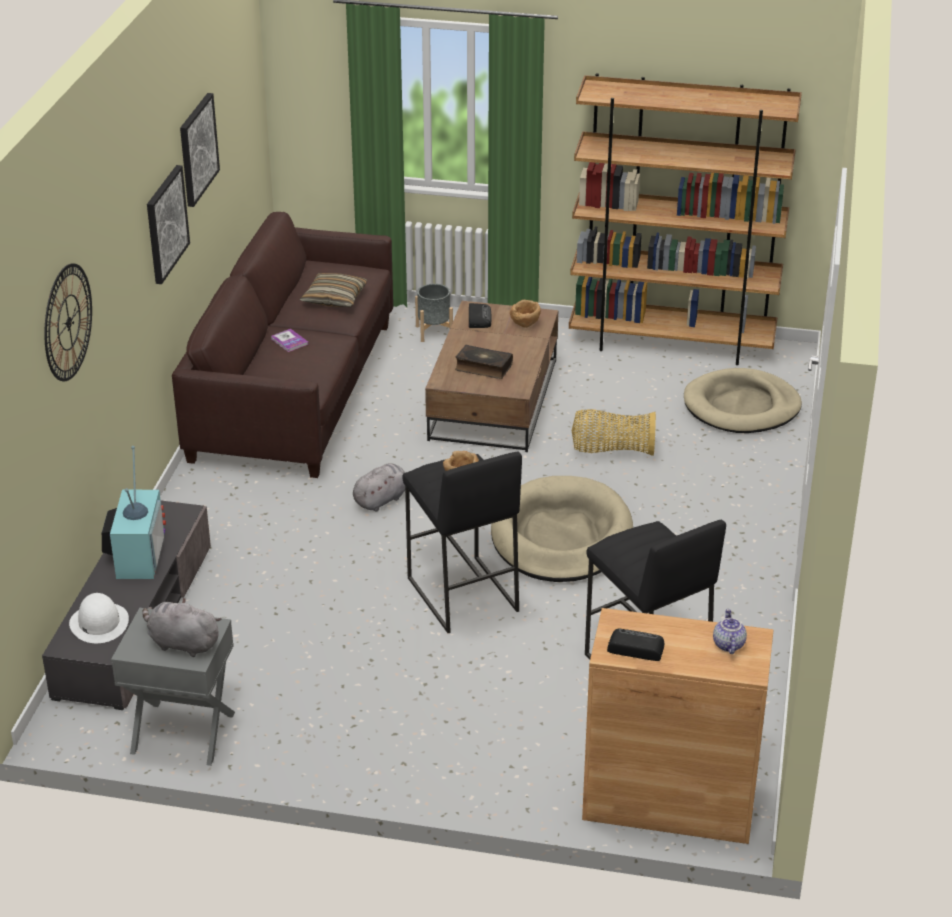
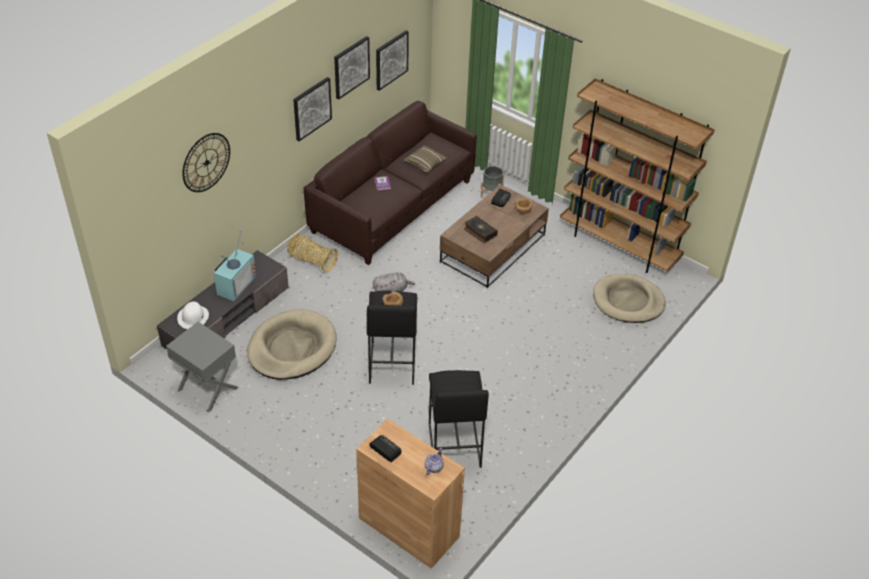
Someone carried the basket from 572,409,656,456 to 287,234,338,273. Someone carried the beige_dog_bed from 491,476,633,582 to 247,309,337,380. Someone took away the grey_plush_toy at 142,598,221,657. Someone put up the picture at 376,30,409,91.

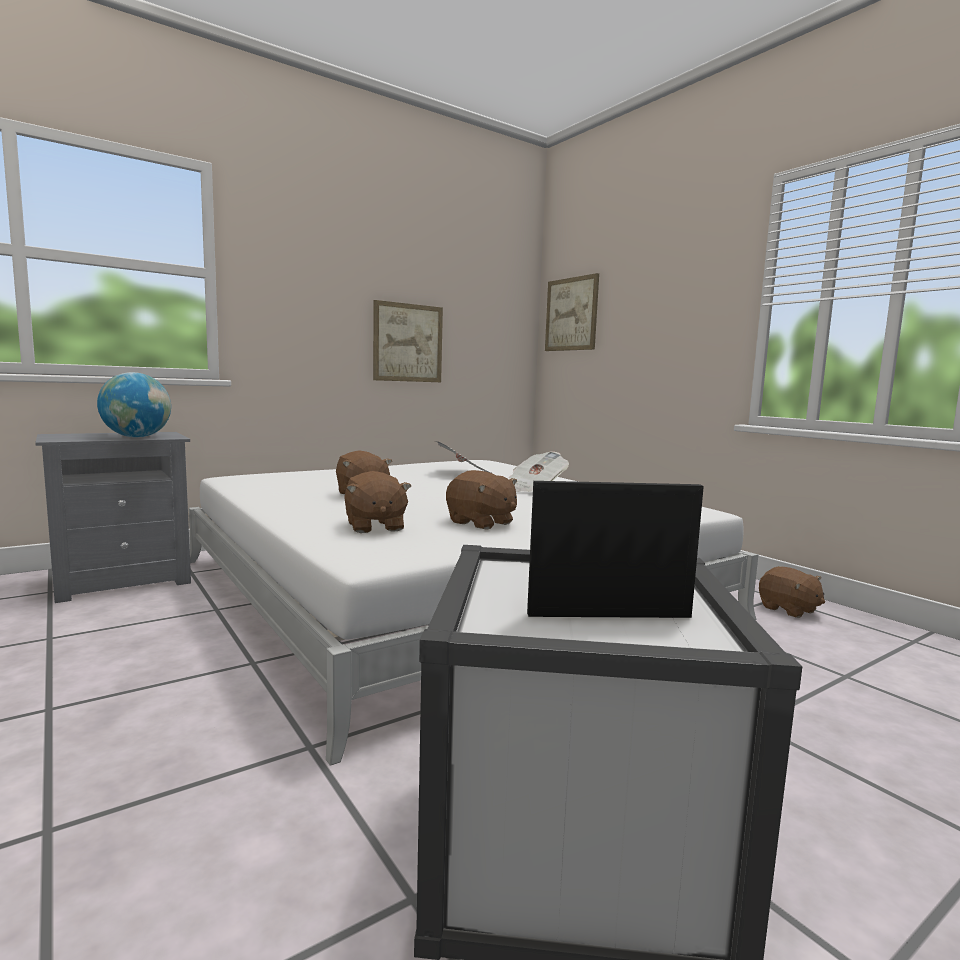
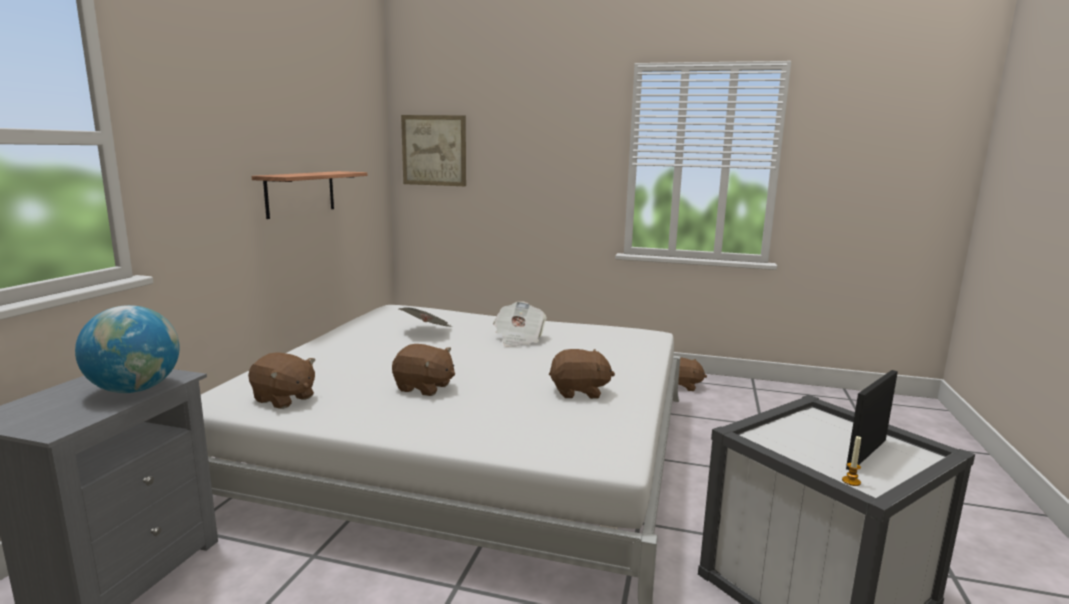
Someone swapped the picture at 373,300,443,382 for the shelf at 252,171,367,219. Someone carried the brown_plush_toy from 344,471,411,533 to 248,352,315,409. Someone put down the candle at 842,436,861,486.

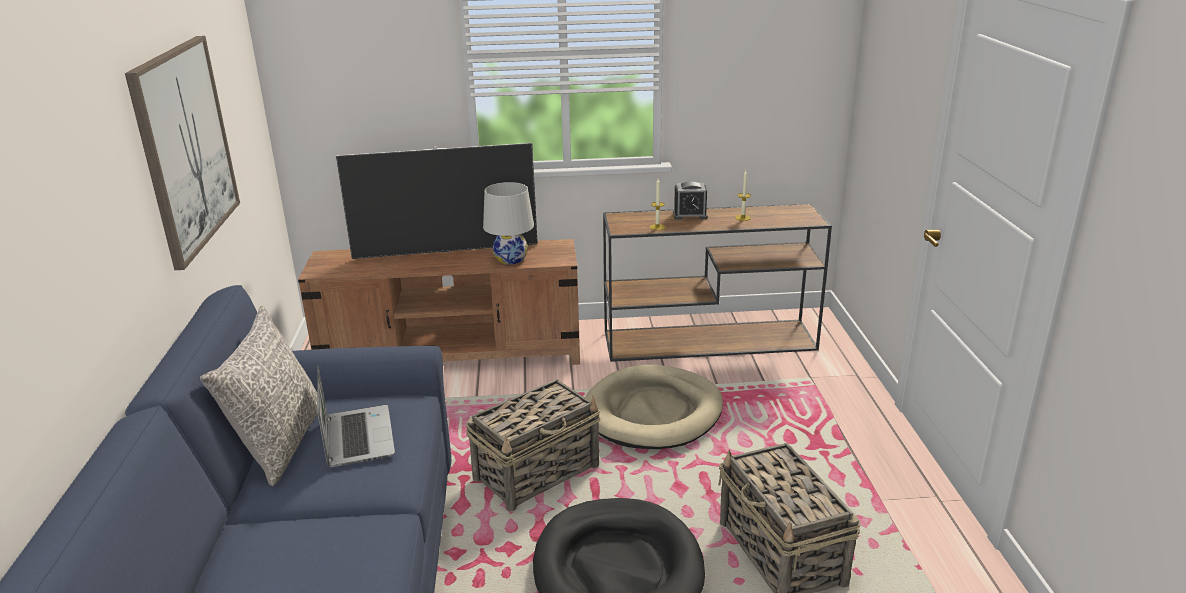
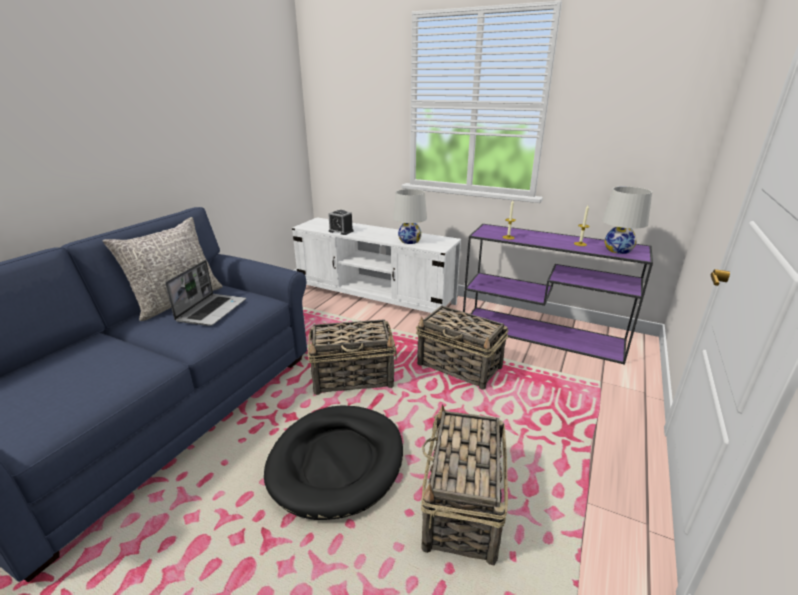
Someone took away the picture at 125,36,240,270. Someone took away the television at 336,143,538,259. Someone carried the alarm_clock from 673,182,708,220 to 328,210,354,235. Someone repainted the brown_console_table at 603,203,832,362, which became the purple_console_table at 463,224,653,365. Someone repainted the brown_tv_stand at 298,239,580,365, which became the white_tv_stand at 292,218,461,313. Someone swapped the beige_dog_bed at 585,365,723,449 for the basket at 416,306,509,390. Someone put down the white_table_lamp at 602,186,652,254.

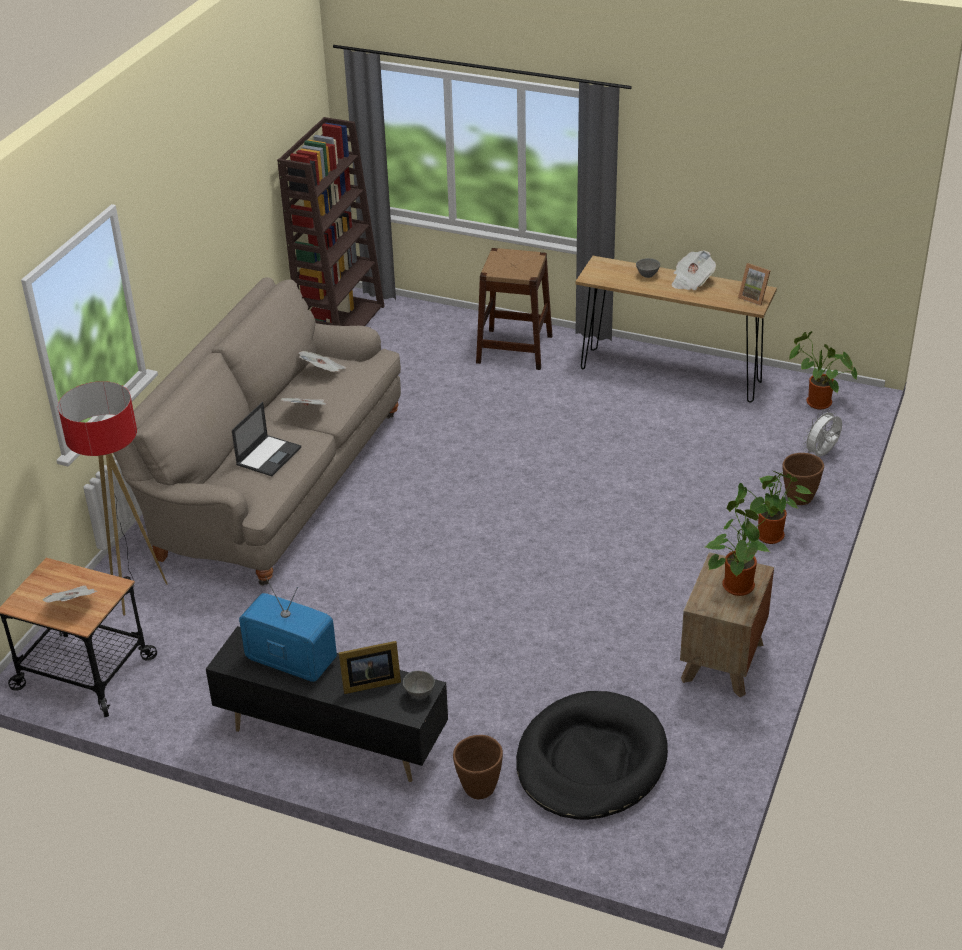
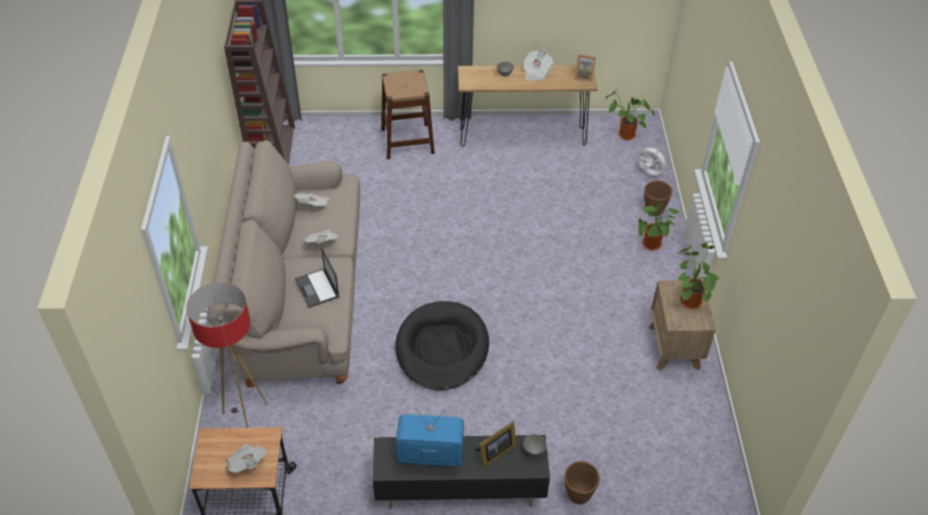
Someone rotated the laptop at 232,402,301,476 by 150 degrees clockwise. Someone rotated the white_fan at 803,409,842,456 by 105 degrees clockwise. Someone carried the black_dog_bed from 516,691,668,820 to 395,301,489,390.

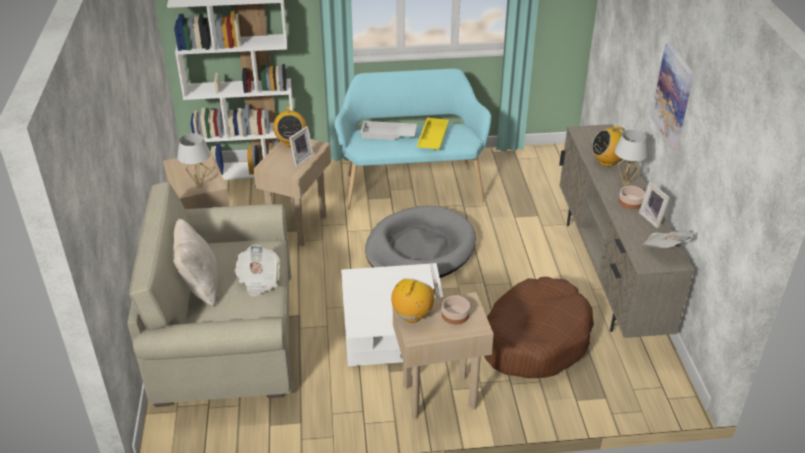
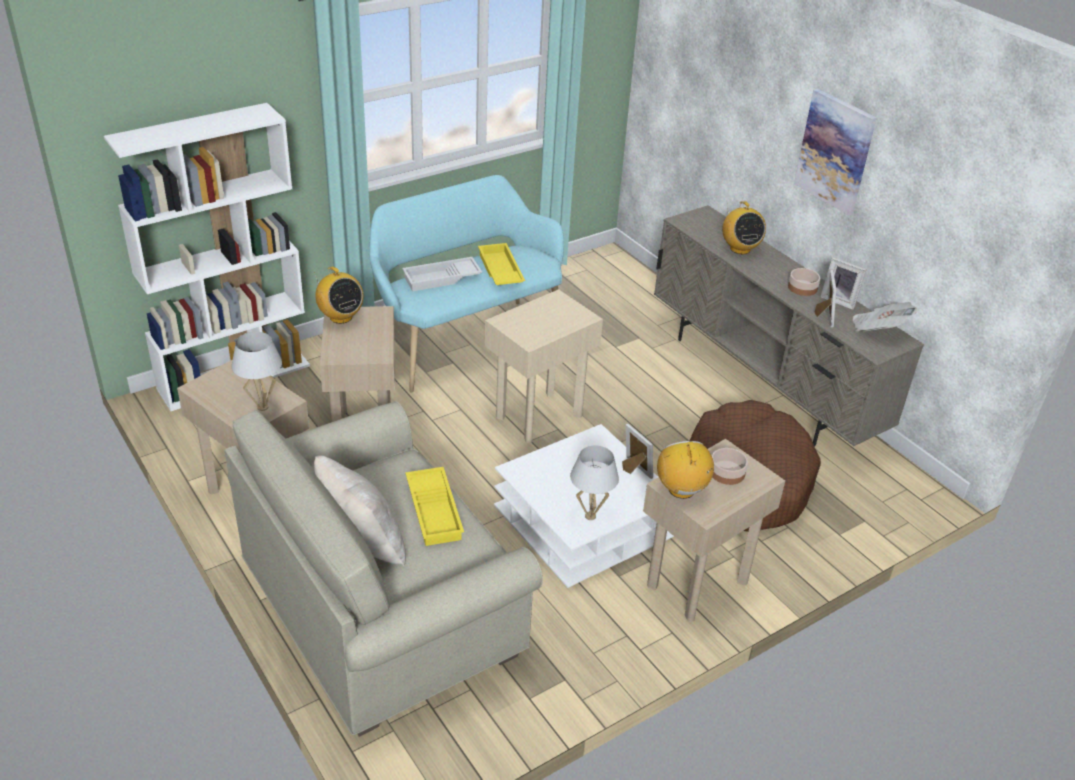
Someone carried the picture_frame from 289,126,314,167 to 814,270,836,328. Someone rotated the radio at 591,126,625,167 by 60 degrees counterclockwise. Someone carried the white_table_lamp from 614,130,649,185 to 570,445,619,520. Someone swapped the grey_dog_bed at 365,206,476,278 for the beige_side_table at 485,289,603,443. Someone swapped the newspaper at 235,244,280,297 for the yellow_tray at 405,467,464,546.

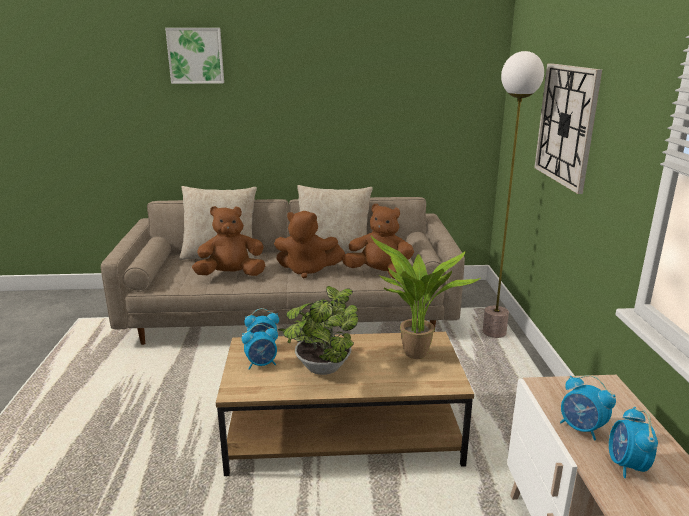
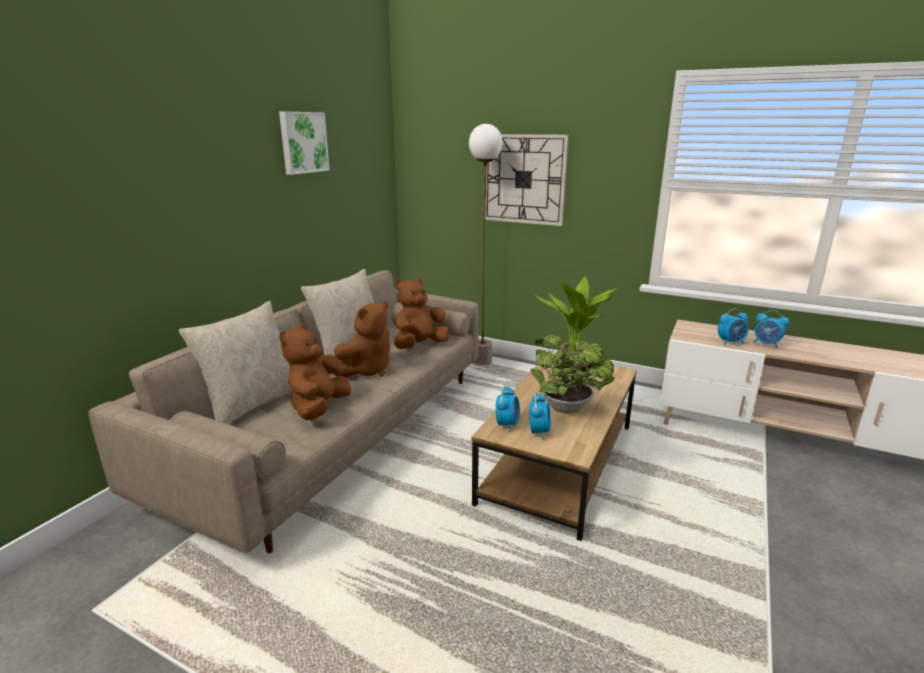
Someone carried the picture from 165,28,224,84 to 279,112,330,175.

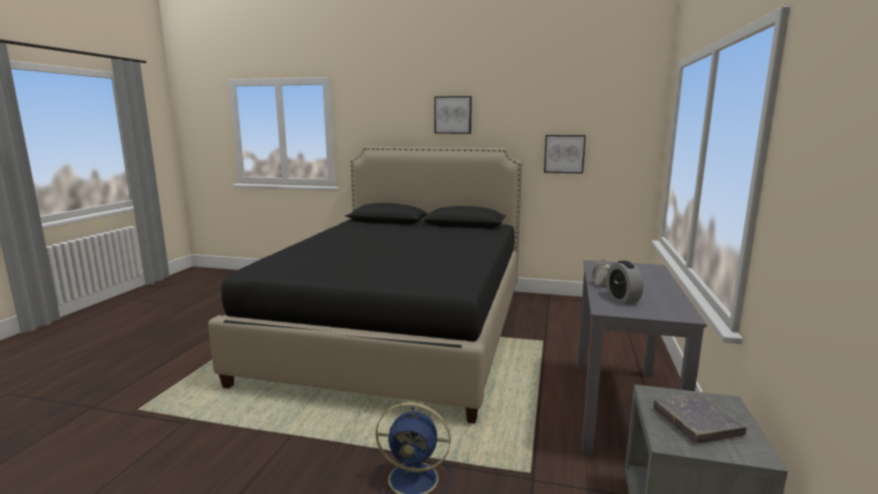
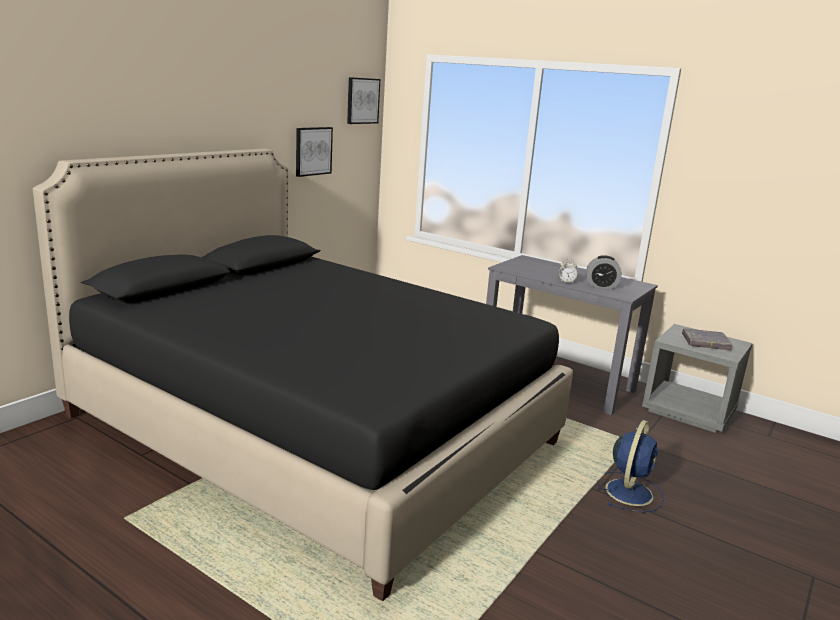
Someone carried the picture from 434,96,472,134 to 347,77,380,124.

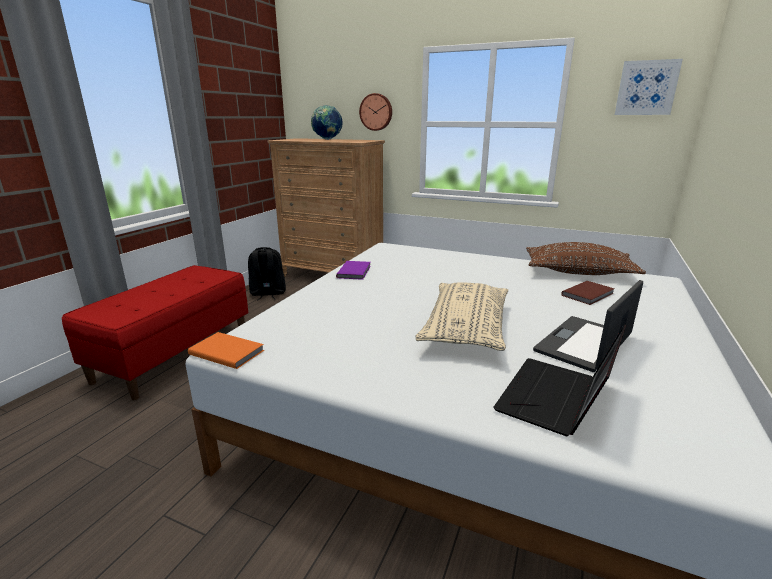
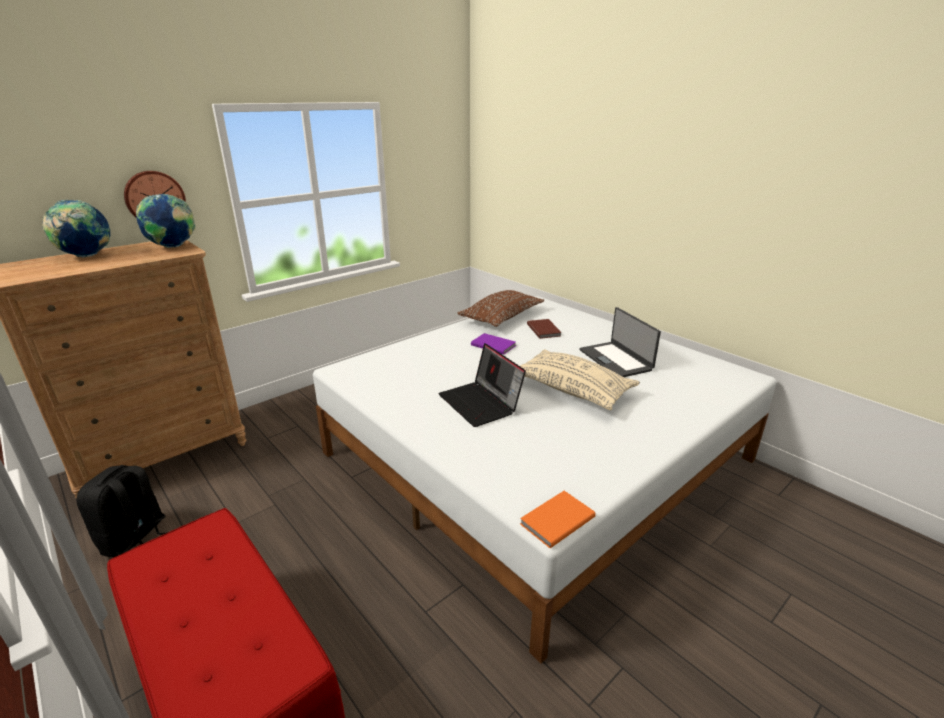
Someone took away the picture at 615,59,683,115. Someone carried the purple_book from 336,261,371,280 to 471,333,516,354. Someone carried the laptop from 493,324,626,436 to 439,343,526,427. Someone put down the globe at 136,194,195,248.

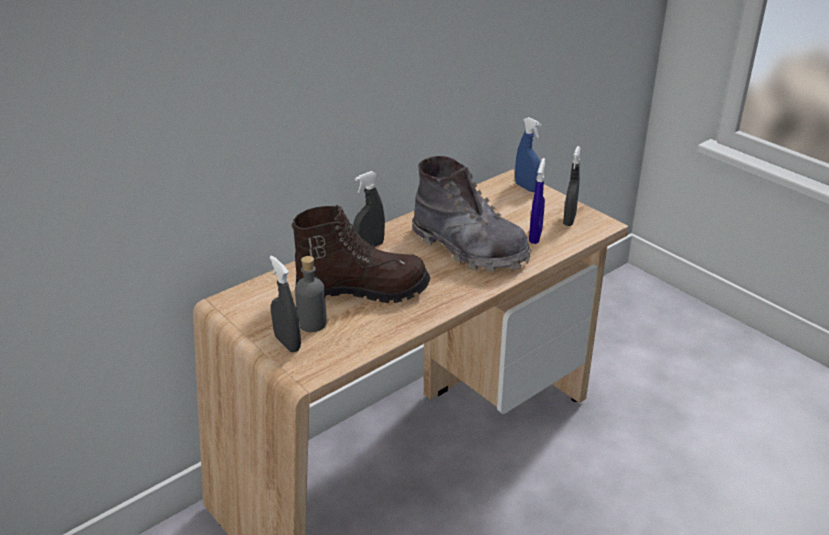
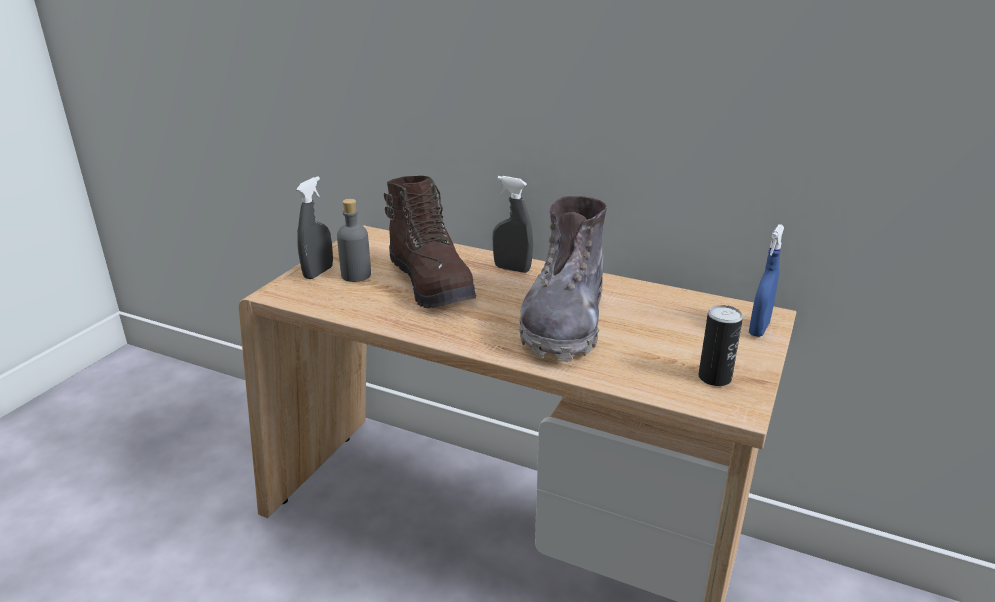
Someone swapped the grey_spray_bottle at 563,146,581,226 for the can at 698,305,743,386. Someone took away the blue_spray_bottle at 529,158,545,244.

